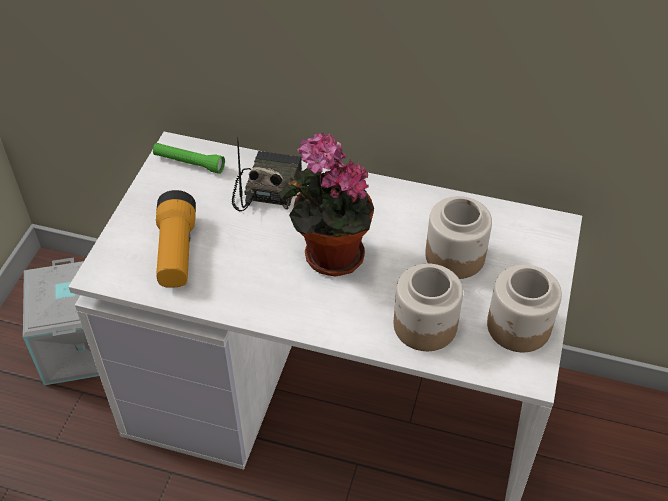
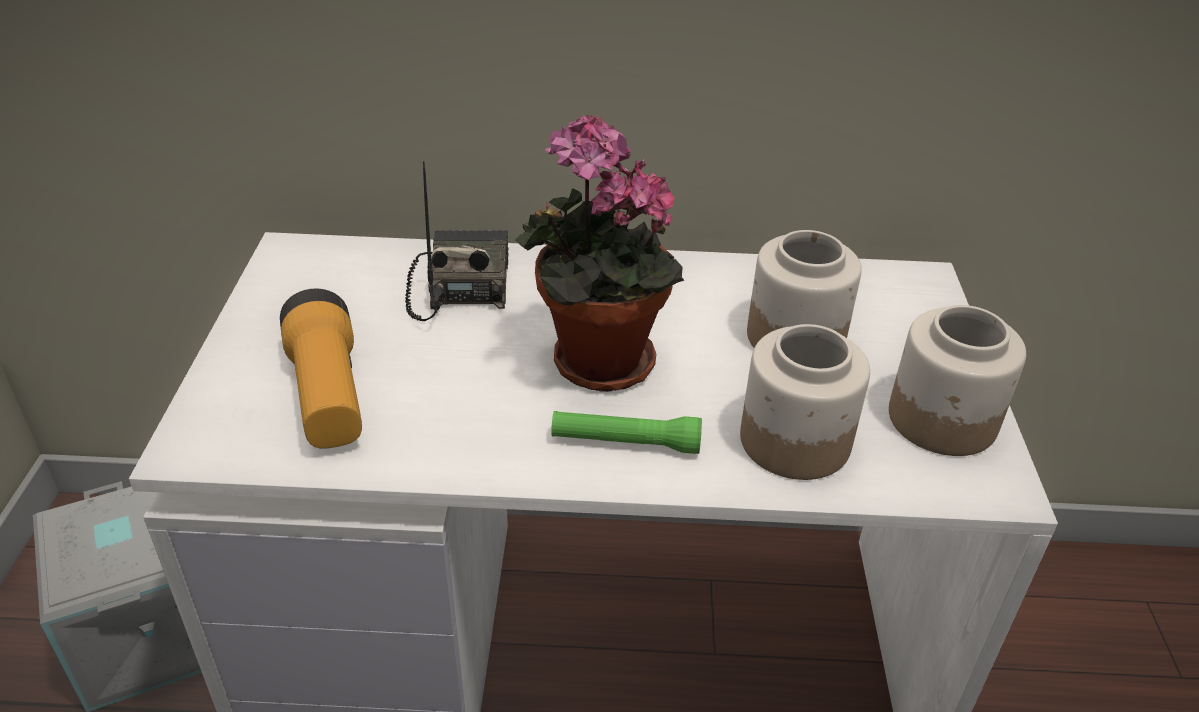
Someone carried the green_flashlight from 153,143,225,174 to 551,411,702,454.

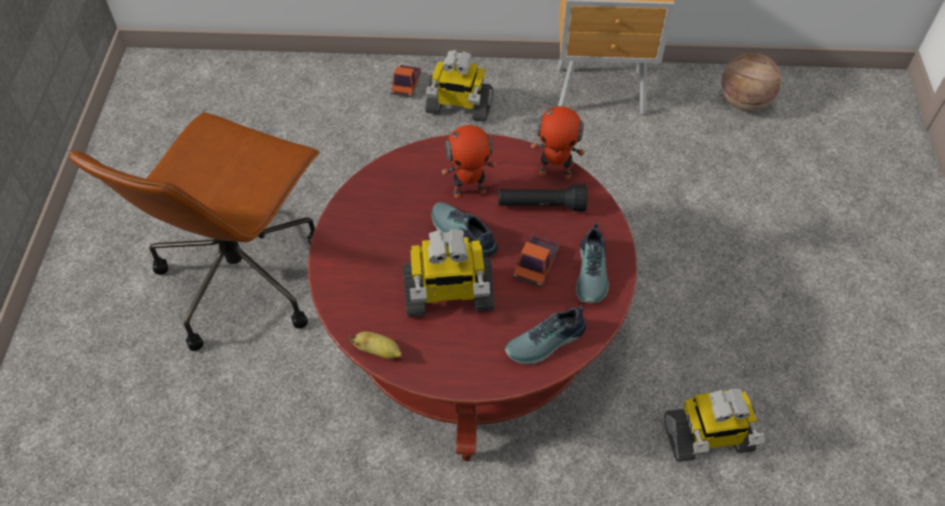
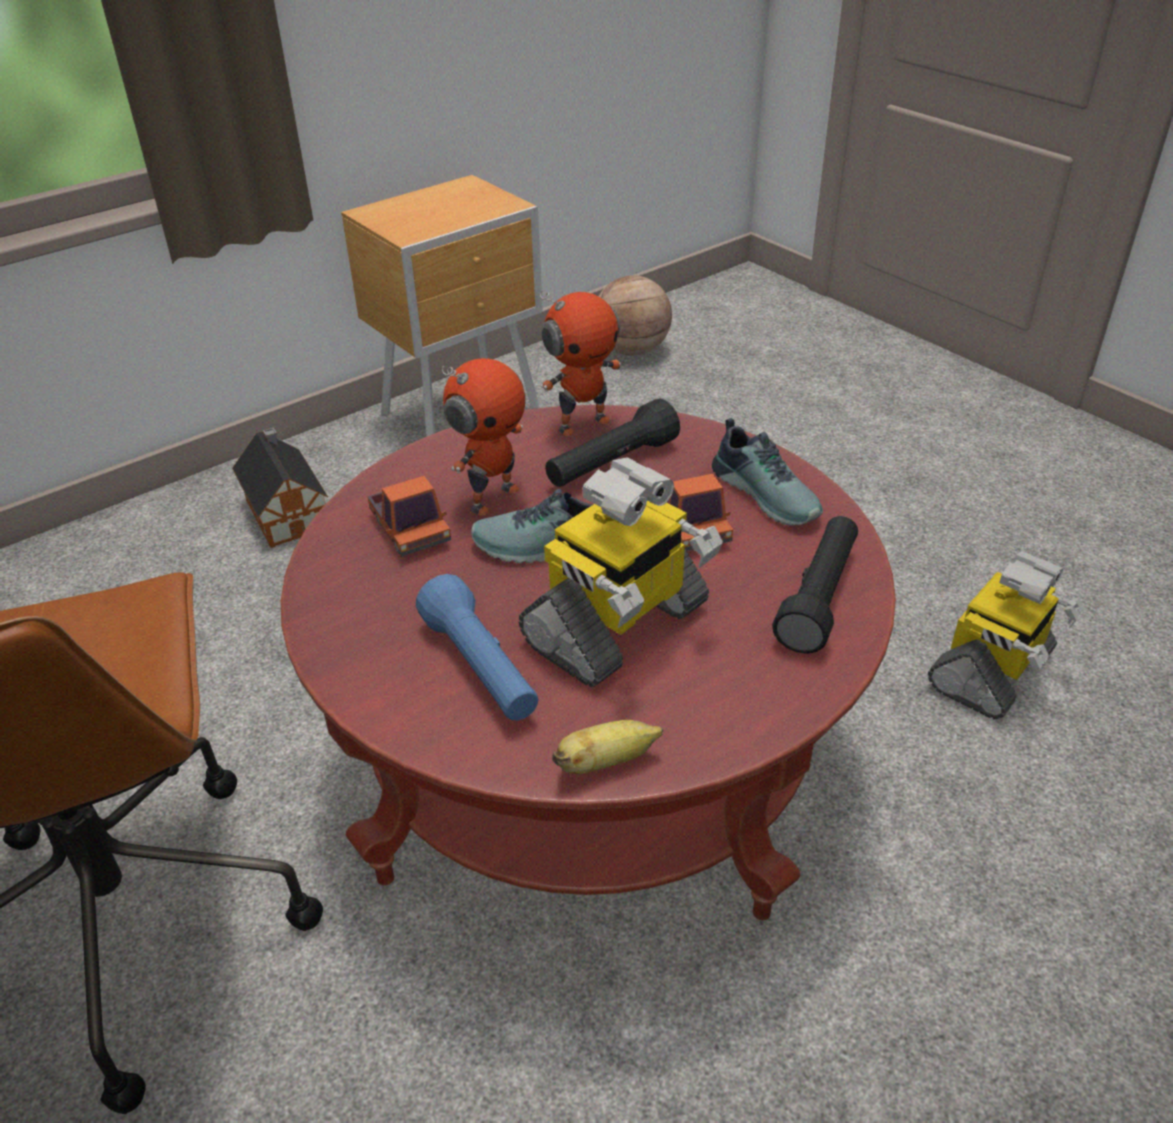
Someone swapped the toy_robot at 425,50,493,122 for the toy_house at 232,427,328,548. Someone carried the toy_truck from 391,65,421,97 to 368,476,451,556. Someone swapped the shoe at 505,306,586,364 for the black_flashlight at 772,516,858,654. Someone put down the blue_flashlight at 416,574,538,720.

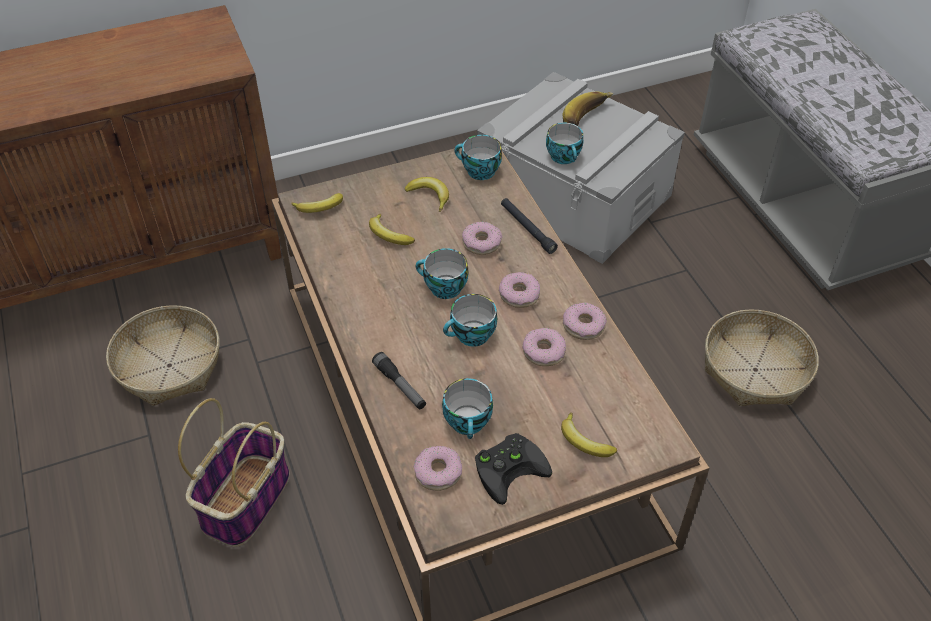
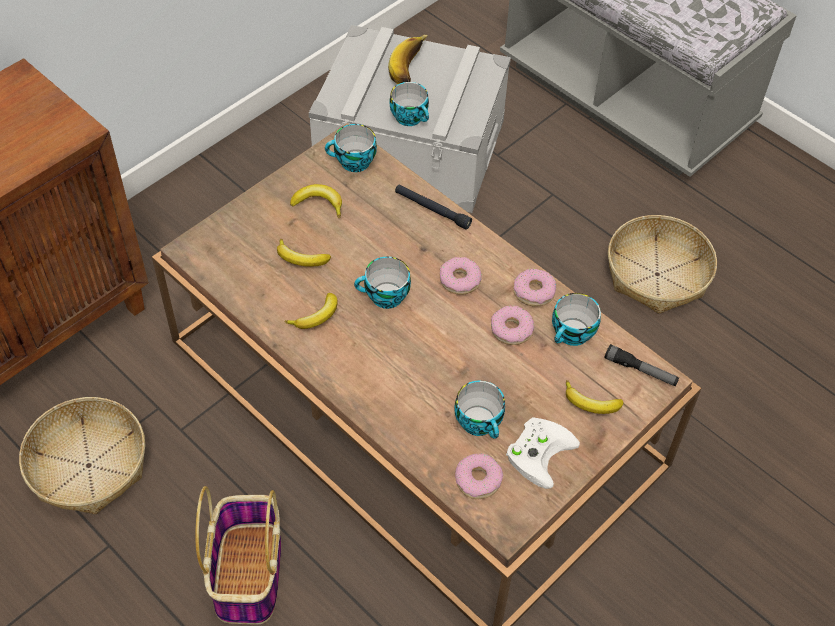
Someone carried the banana from 291,193,343,213 to 284,293,338,329. Someone took away the donut at 462,222,502,255. Someone carried the cup from 443,294,497,347 to 552,293,601,346. Someone carried the flashlight from 372,352,426,409 to 604,344,679,386. Someone repainted the black_game_controller at 475,433,552,505, which became the white_game_controller at 506,417,580,489.

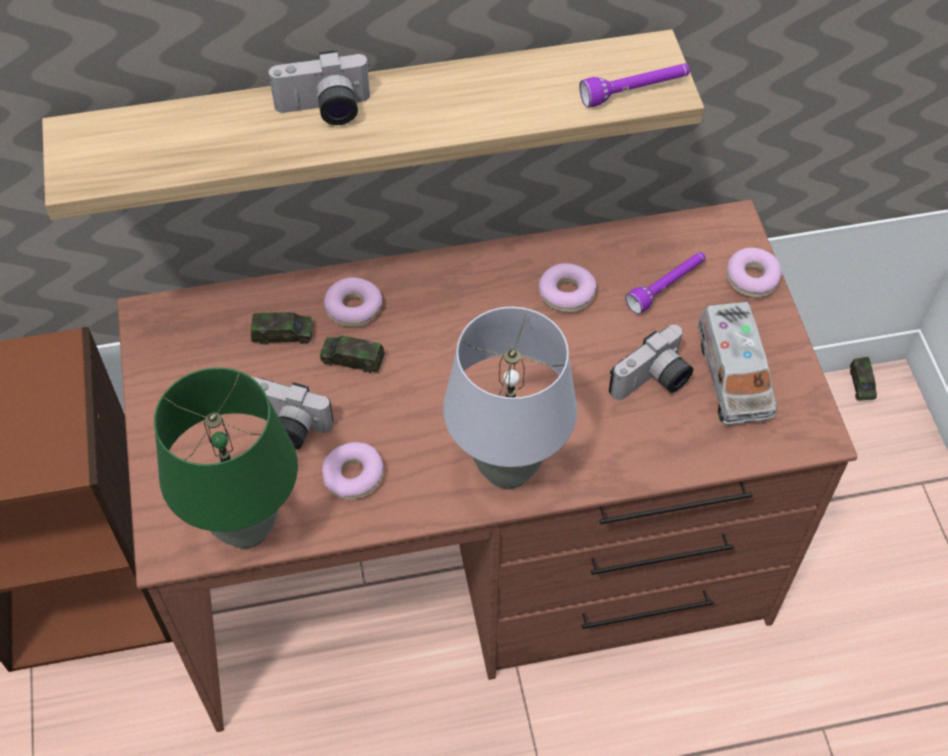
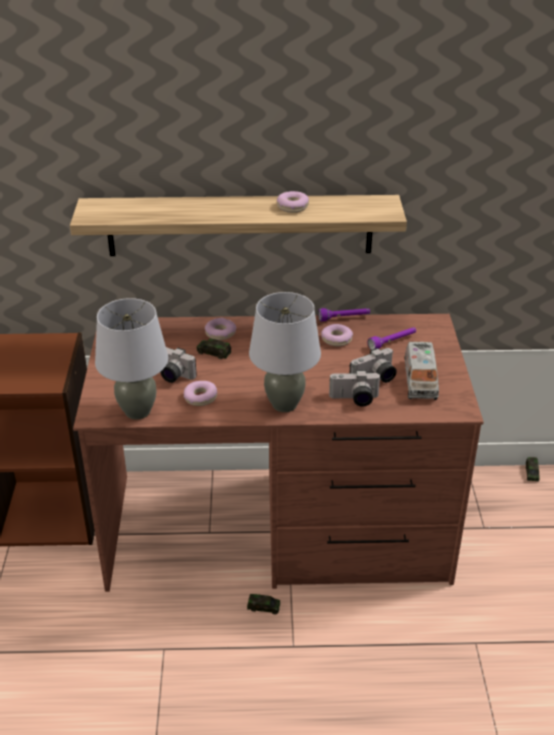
Someone carried the photo_camera from 268,50,370,125 to 329,370,380,407. Someone carried the purple_flashlight from 579,64,690,108 to 318,308,370,321. Someone carried the donut from 726,248,782,298 to 277,191,309,213. Someone carried the toy_car from 251,312,313,345 to 247,594,280,614. Someone repainted the green_table_lamp at 154,367,298,548, which became the grey_table_lamp at 95,298,168,420.

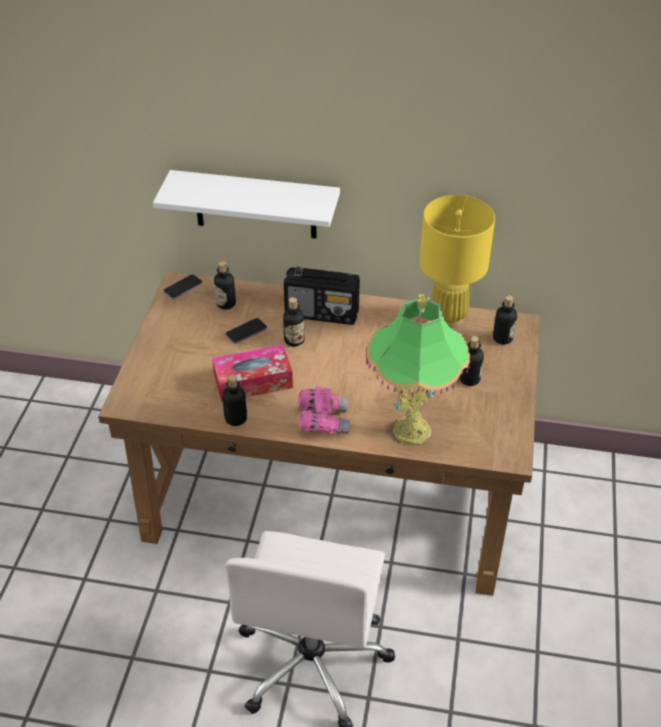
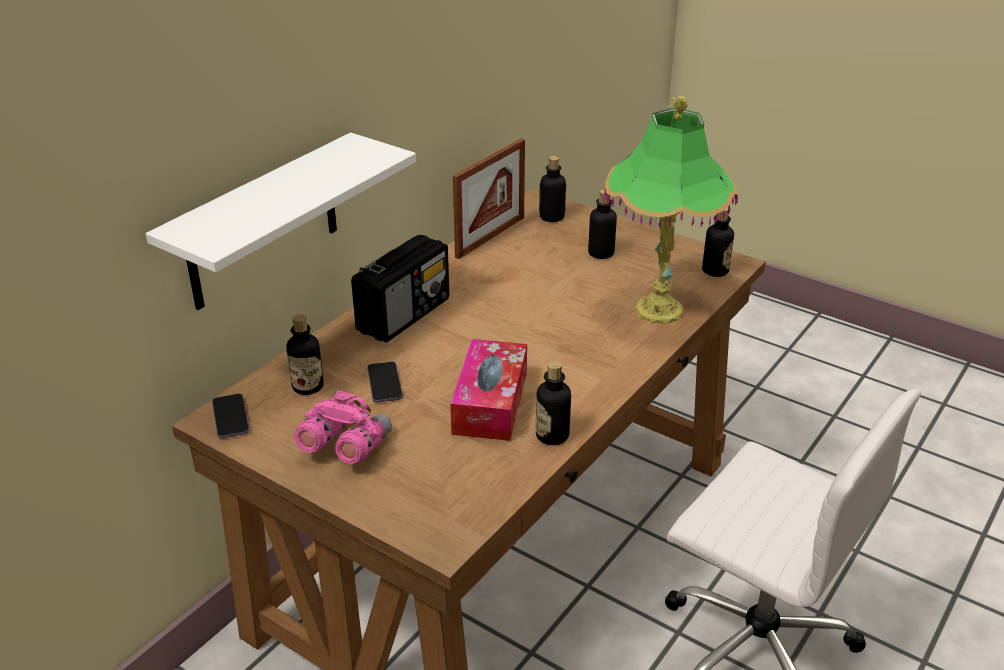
Someone swapped the yellow_table_lamp at 420,195,495,328 for the picture_frame at 453,138,525,259. Someone carried the bottle from 283,297,305,347 to 702,207,734,277. Someone carried the pink_binoculars from 298,386,350,434 to 294,390,392,464.

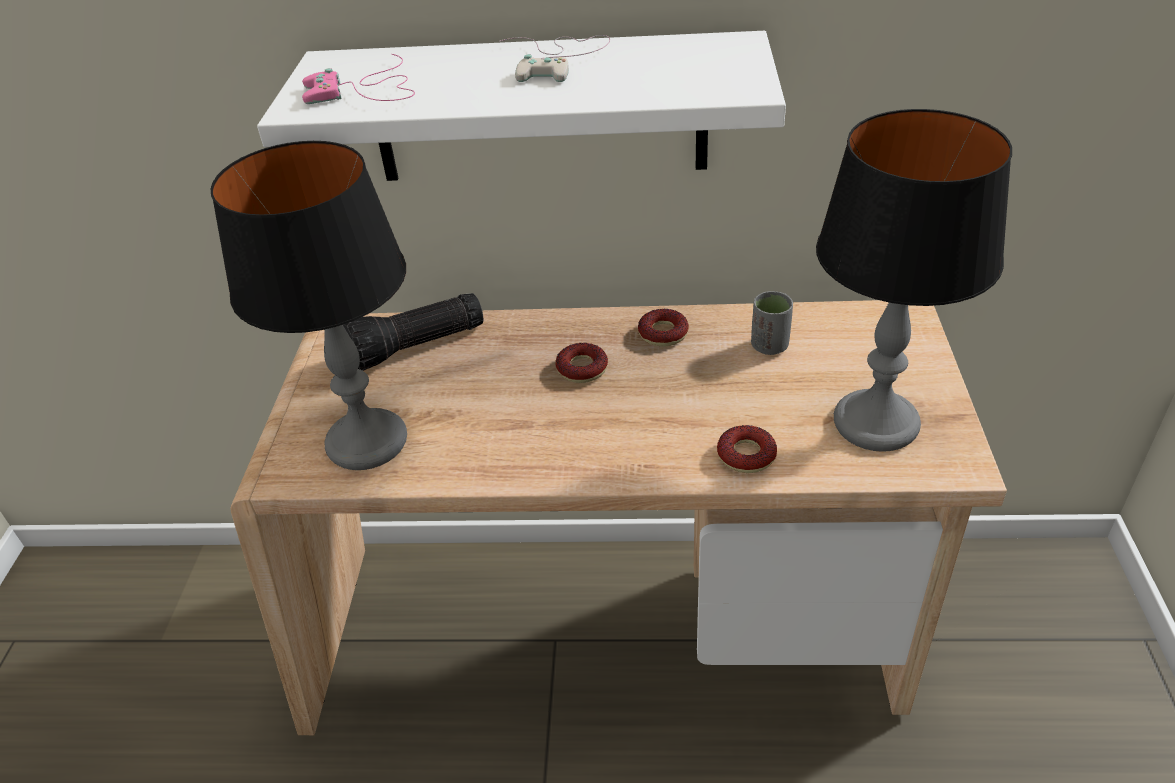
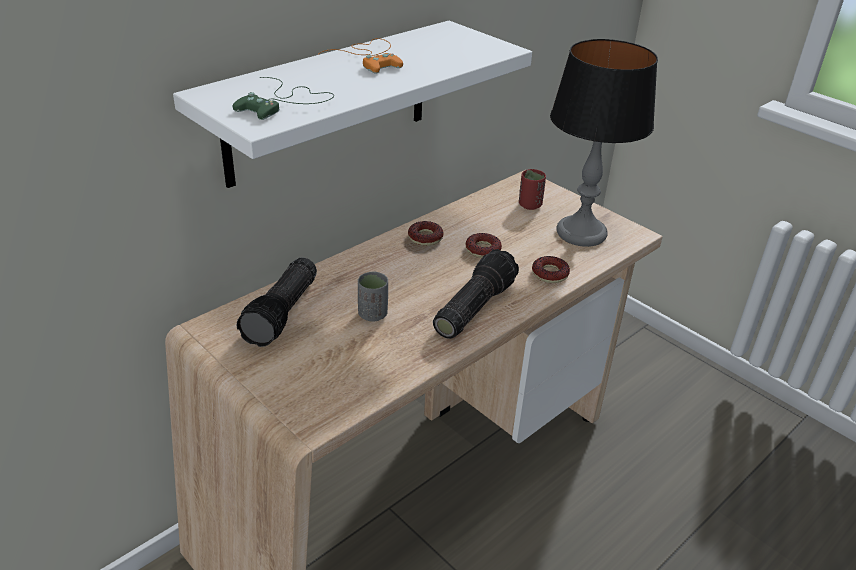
Someone repainted the white_game_controller at 499,35,610,82, which became the orange_game_controller at 318,38,403,73. Someone repainted the pink_game_controller at 302,54,415,104, which became the green_game_controller at 232,77,334,120. Someone took away the table_lamp at 211,141,407,470. Someone carried the grey_cup from 751,291,793,355 to 358,271,388,322. Someone carried the donut from 556,343,608,383 to 465,233,502,258. Someone put down the red_cup at 519,169,546,210. Someone put down the flashlight at 433,249,519,339.

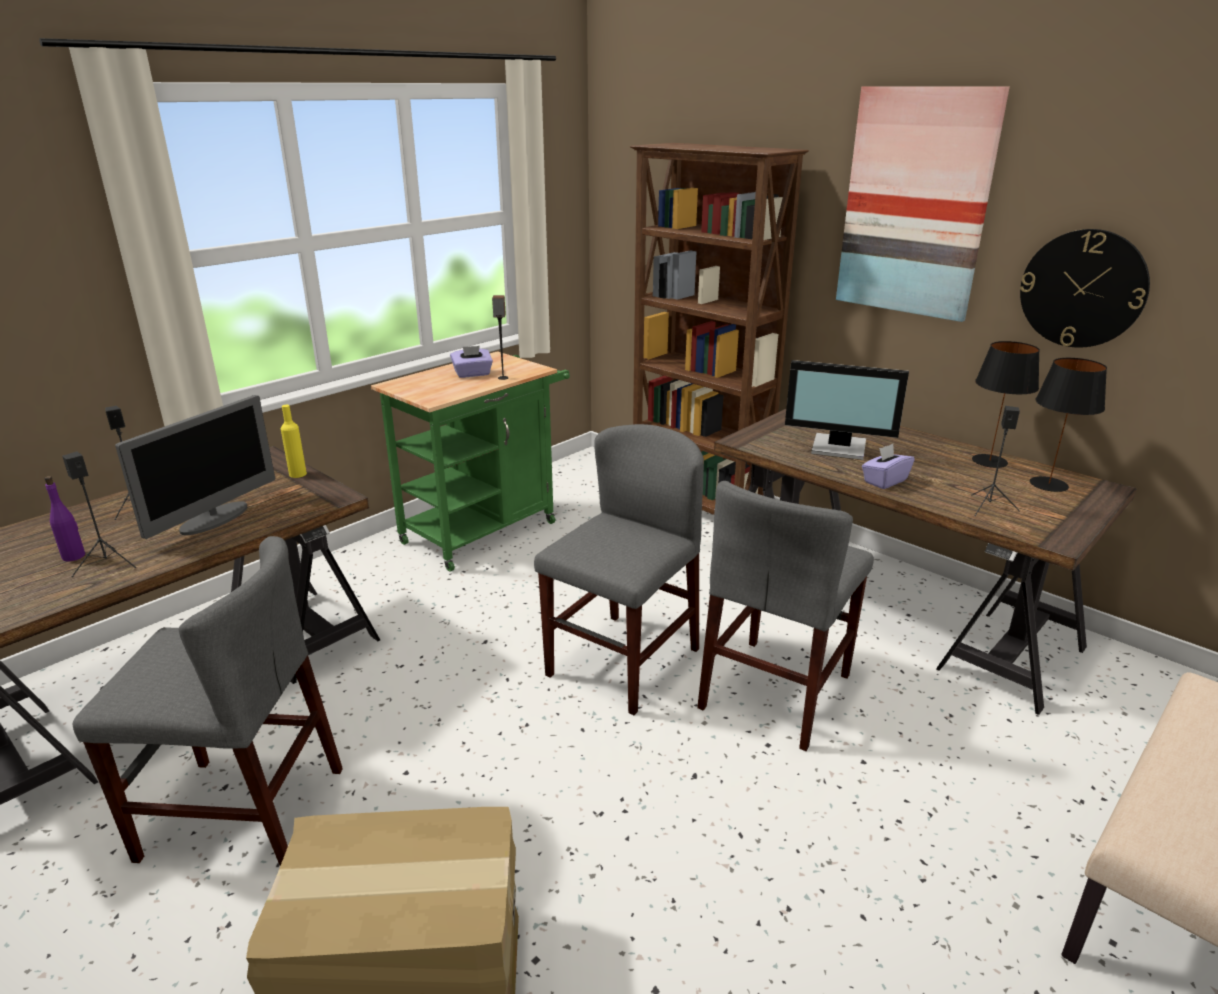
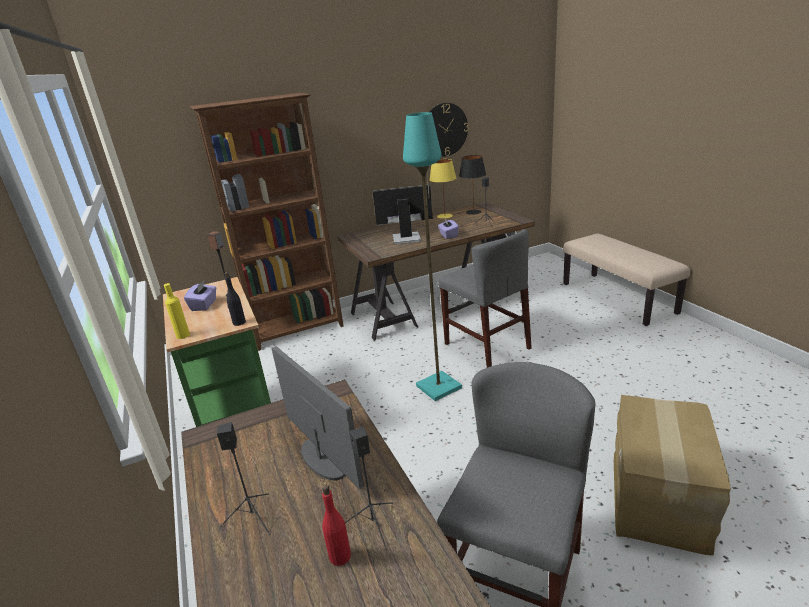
Someone took away the picture at 836,86,1010,322. Someone repainted the black_table_lamp at 972,341,1040,468, which became the yellow_table_lamp at 429,159,456,219. Someone rotated the monitor at 785,360,909,460 by 135 degrees counterclockwise. Someone carried the yellow_bottle from 281,405,307,478 to 164,283,190,339. Someone swapped the grey_chair at 534,424,704,715 for the turquoise_floor_lamp at 403,112,462,401. Someone repainted the purple_bottle at 44,476,85,561, which became the red_bottle at 322,485,351,566. Someone put down the black_bottle at 224,272,246,326.

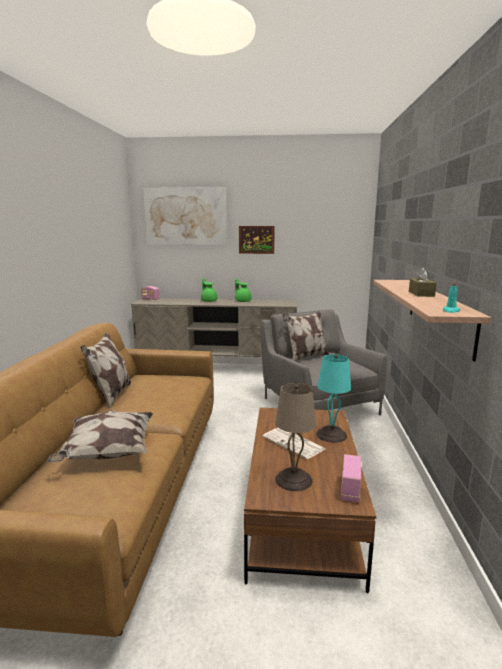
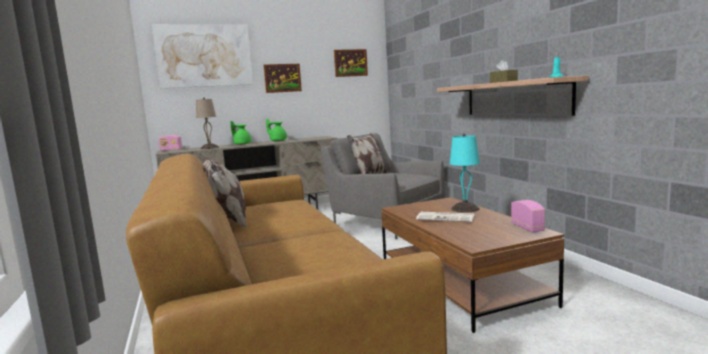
Someone carried the beige_table_lamp from 275,383,316,491 to 196,98,219,149. Someone took away the pillow at 47,410,153,462. Someone put up the picture at 334,49,368,77.

